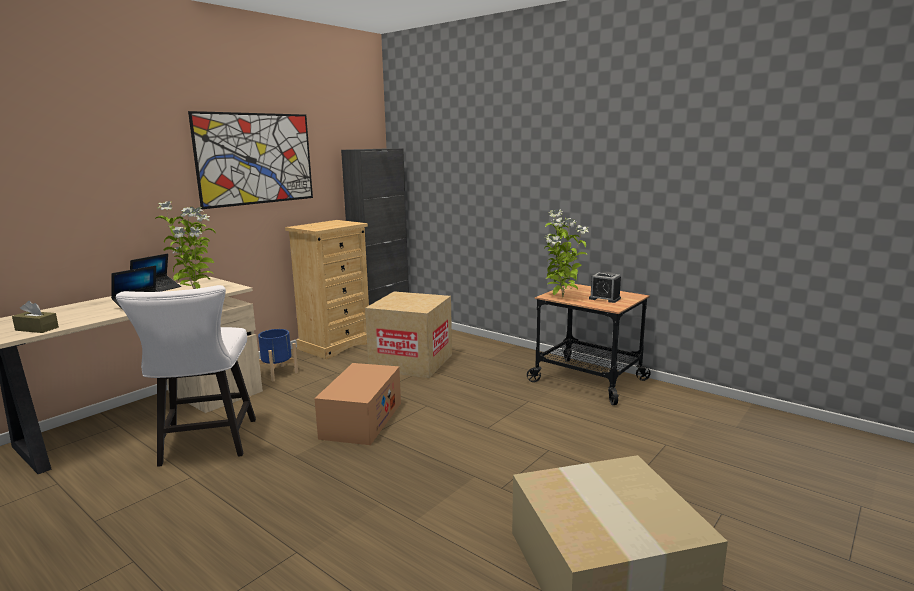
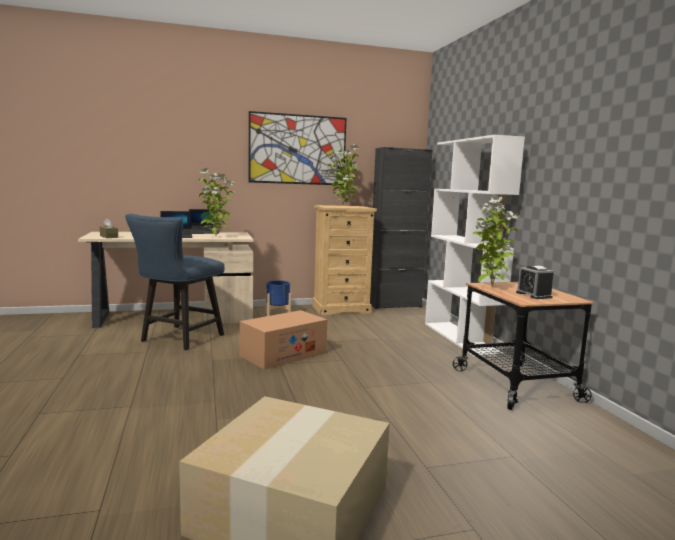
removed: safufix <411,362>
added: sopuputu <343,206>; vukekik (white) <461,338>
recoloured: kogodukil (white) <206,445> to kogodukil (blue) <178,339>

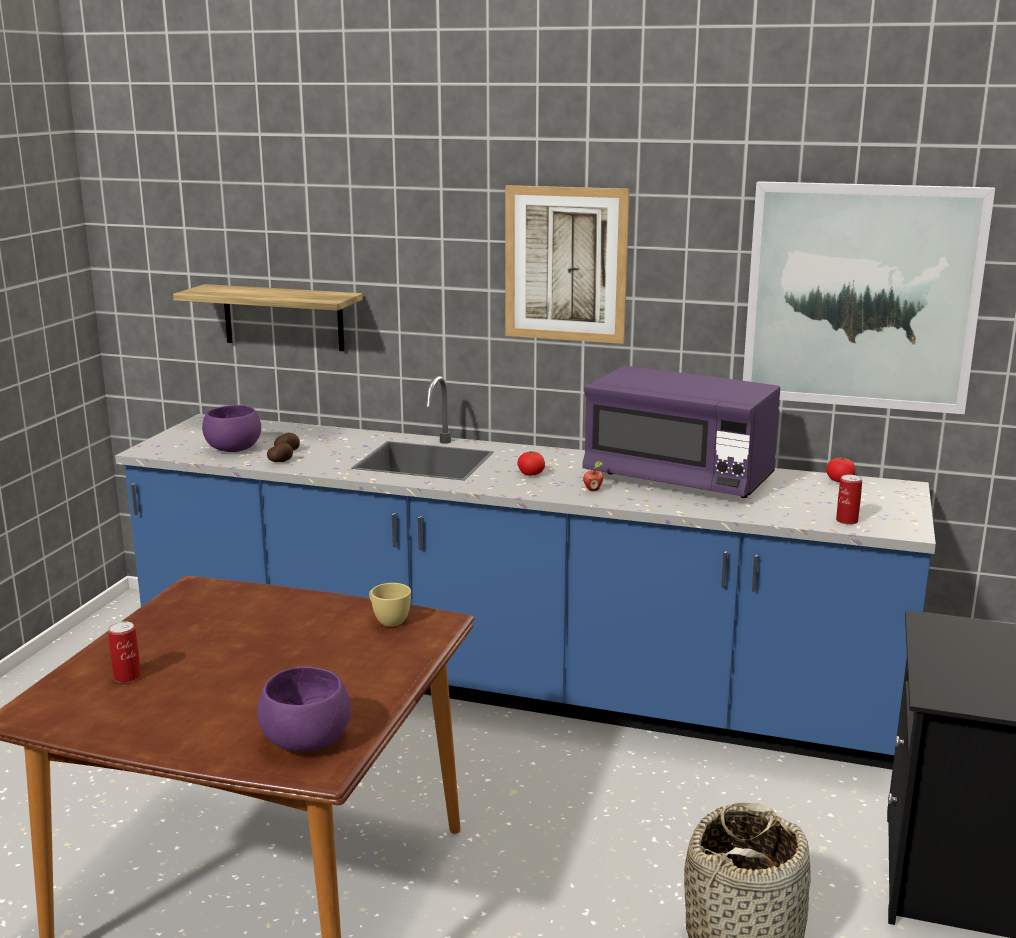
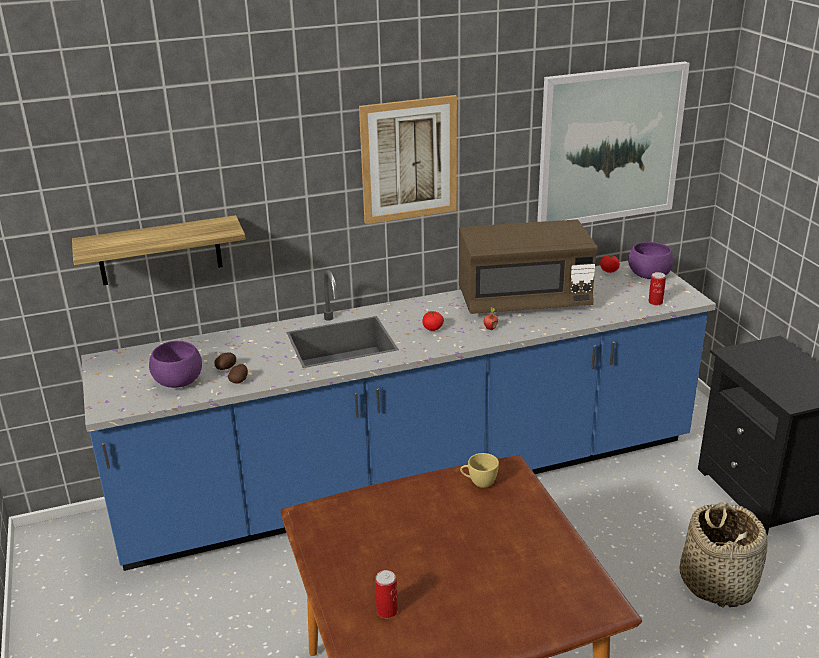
moved: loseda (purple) <307,740> to <649,275>
recoloured: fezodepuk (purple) <678,478> to fezodepuk (brown) <524,300>

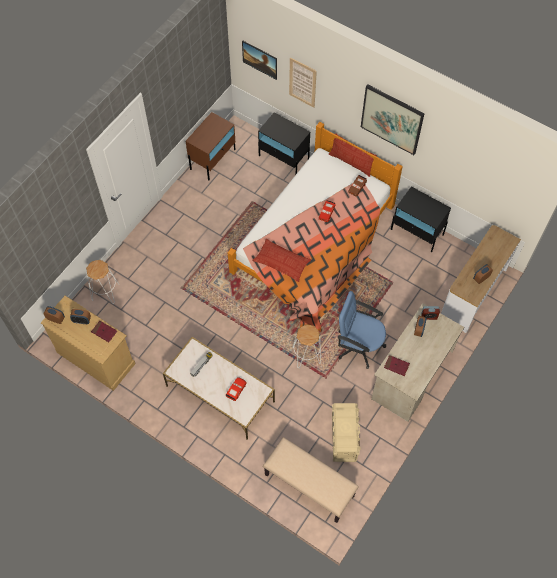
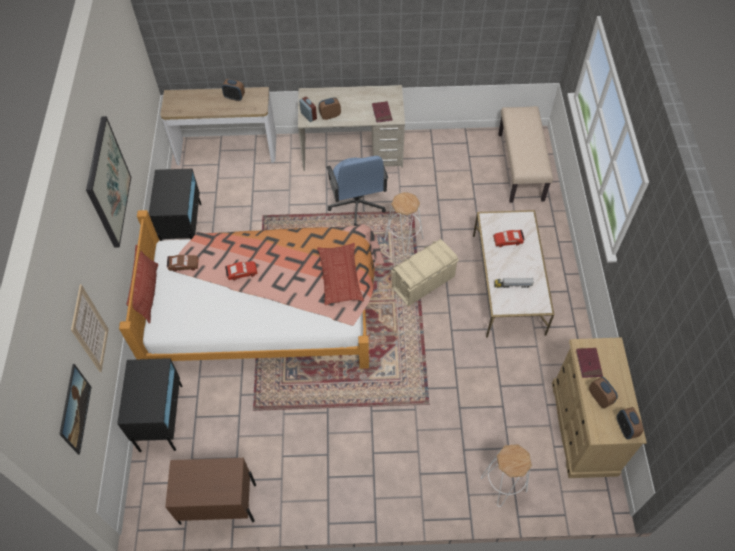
moved: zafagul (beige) <344,437> to <423,283>

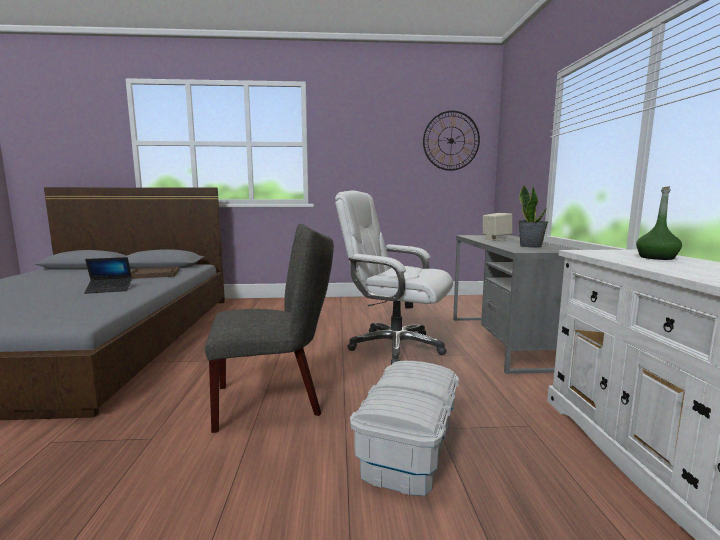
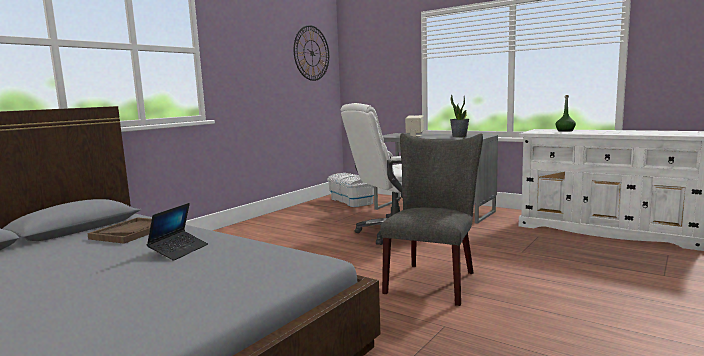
moved: zafagul (white) <409,448> to <352,201>

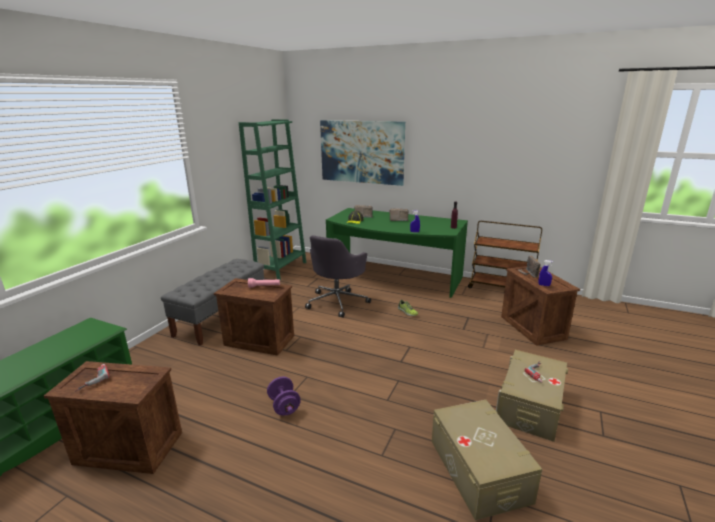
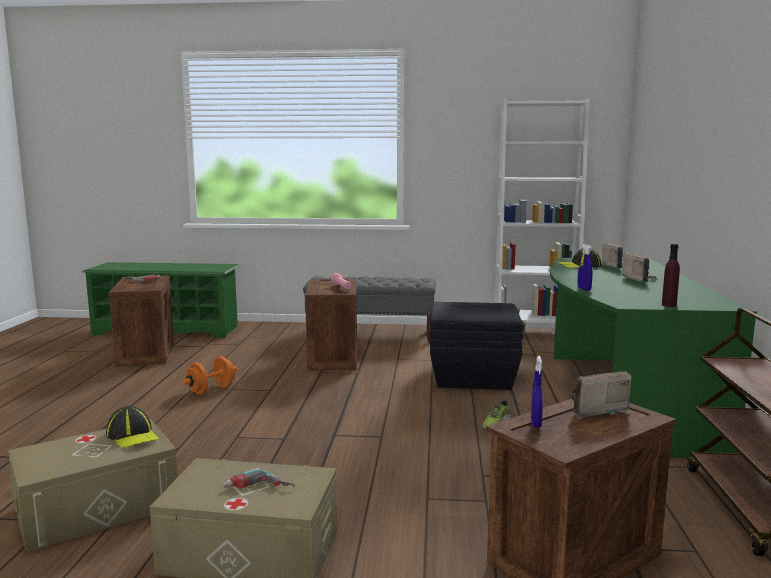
removed: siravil <361,152>
added: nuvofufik <133,435>
replaced: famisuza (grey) <338,302> to zafagul (black) <474,376>
recoloured: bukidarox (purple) <284,406> to bukidarox (orange) <211,390>; vukekik (green) <281,269> to vukekik (white) <534,333>

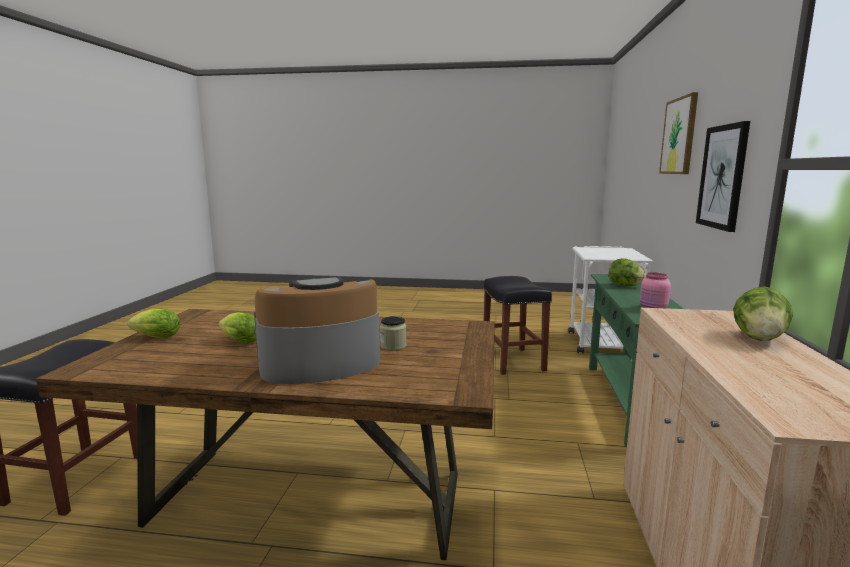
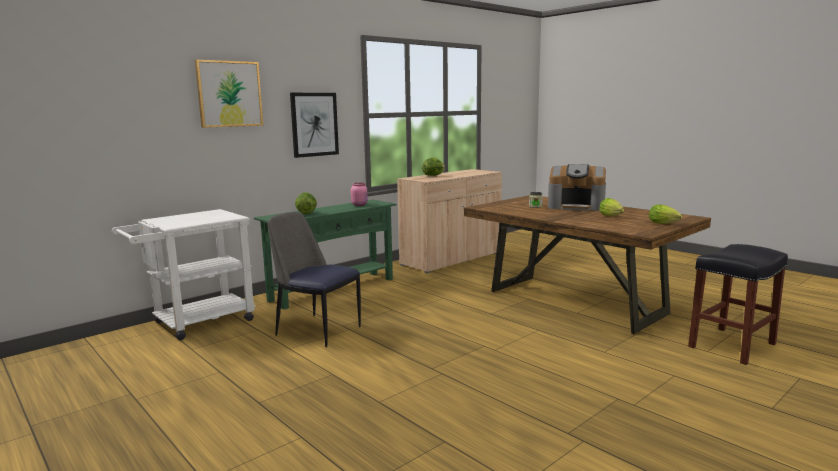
replaced: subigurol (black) <513,361> to kogodukil <317,330>

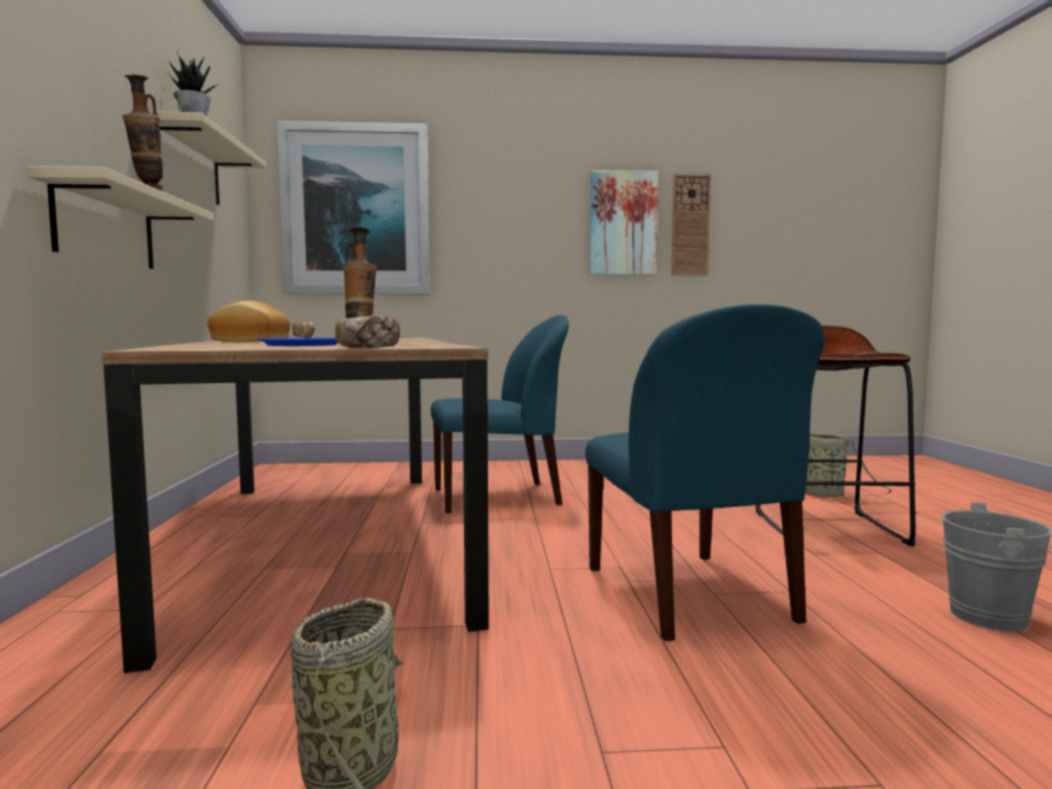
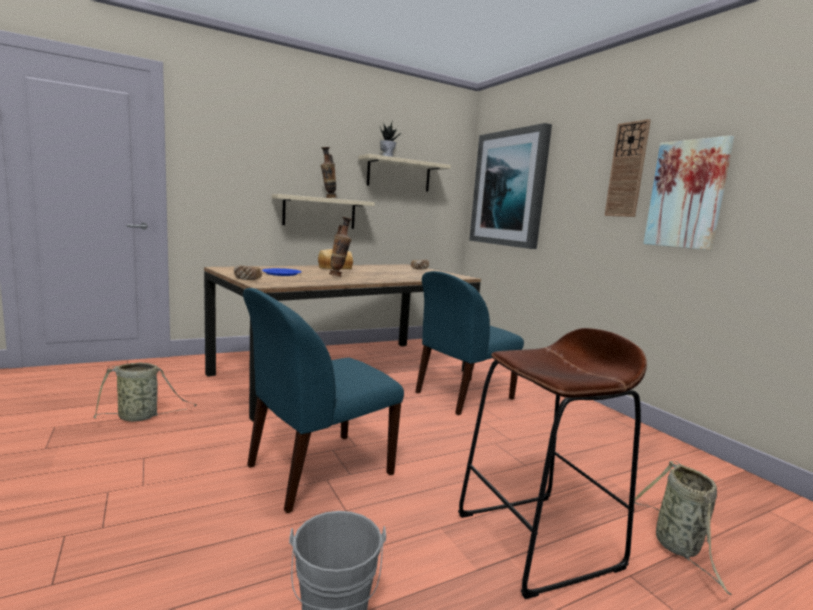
moved: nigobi <690,225> to <627,170>
turned: kogodukil (blue) <499,497> = <462,396> 90 degrees clockwise

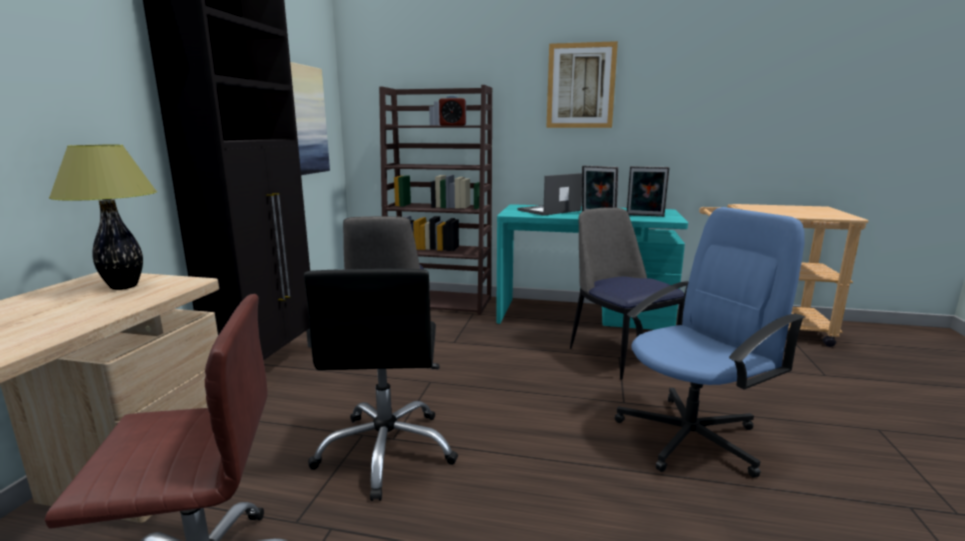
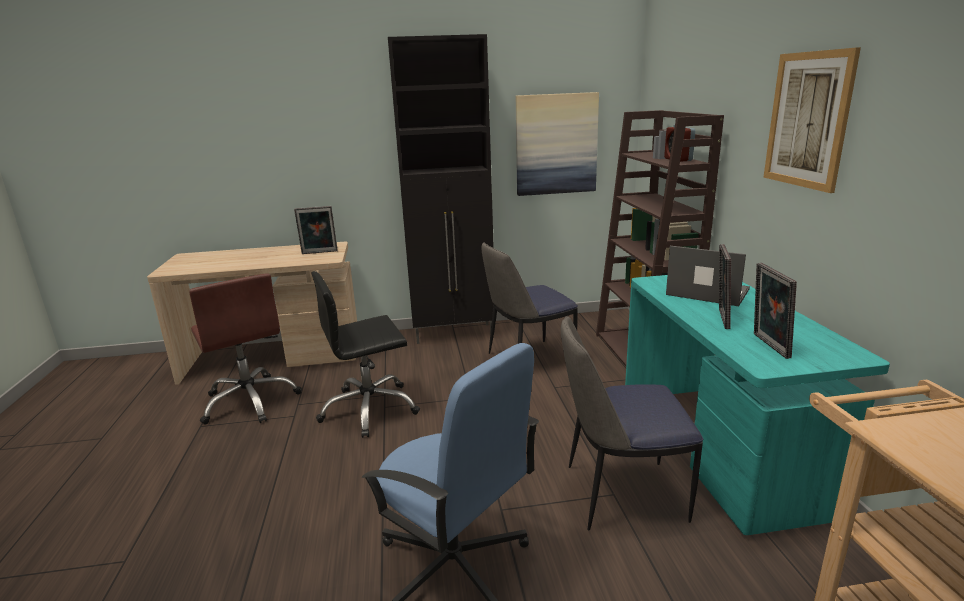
replaced: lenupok <124,286> to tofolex <319,253>
turned: kogodukil <619,354> = <621,493> 135 degrees counterclockwise

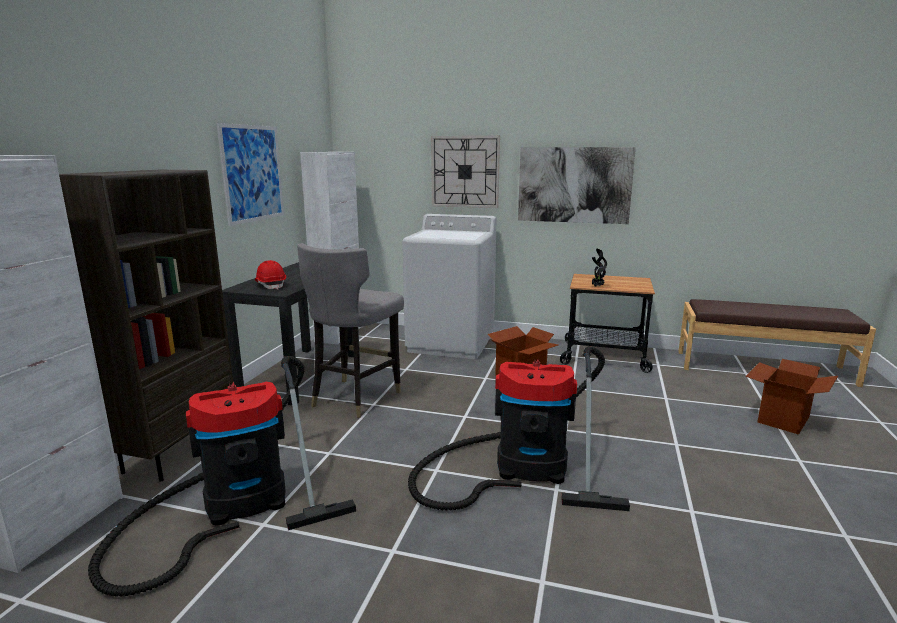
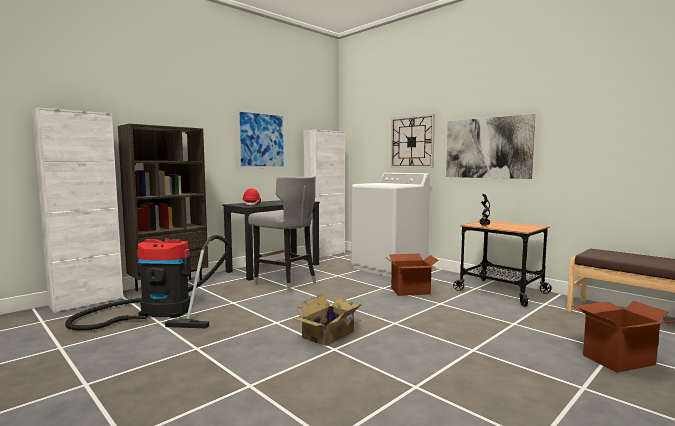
replaced: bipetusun <522,467> to safufix <330,334>
turned: kogodukil (grey) <355,397> = <285,283> 105 degrees counterclockwise

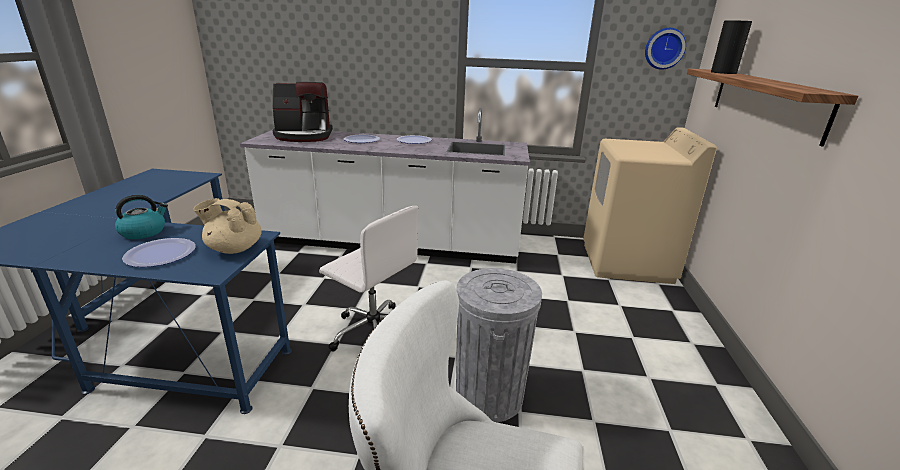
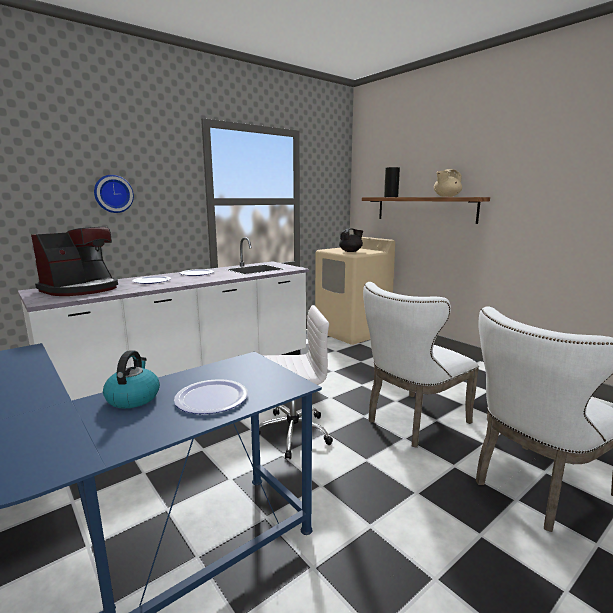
added: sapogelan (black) <351,251>
moved: nigobi <664,48> to <113,194>; sapogelan (beige) <234,248> to <446,196>
replaced: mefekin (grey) <489,395> to kogodukil (white) <412,422>

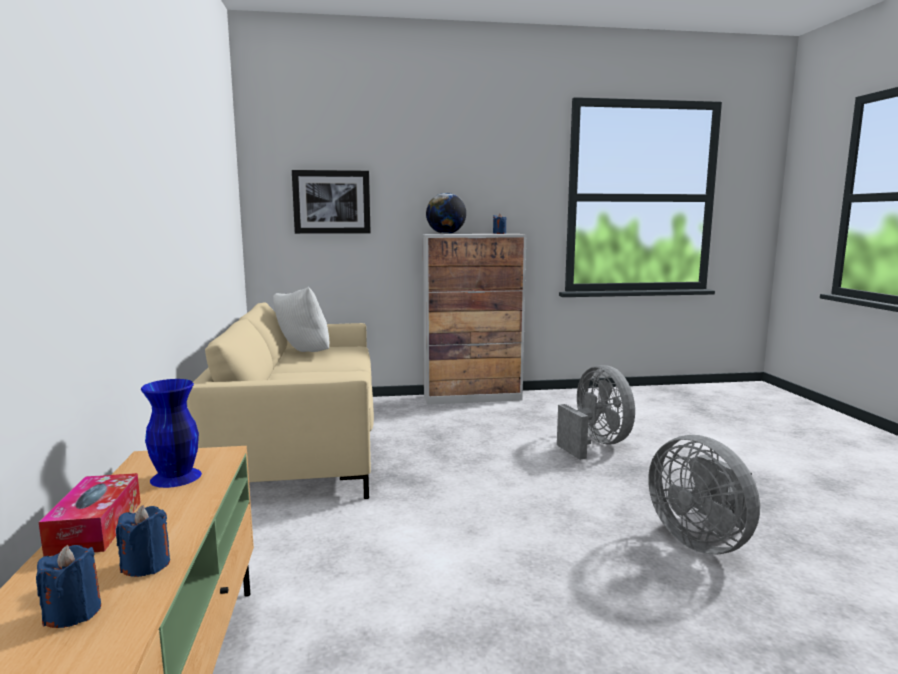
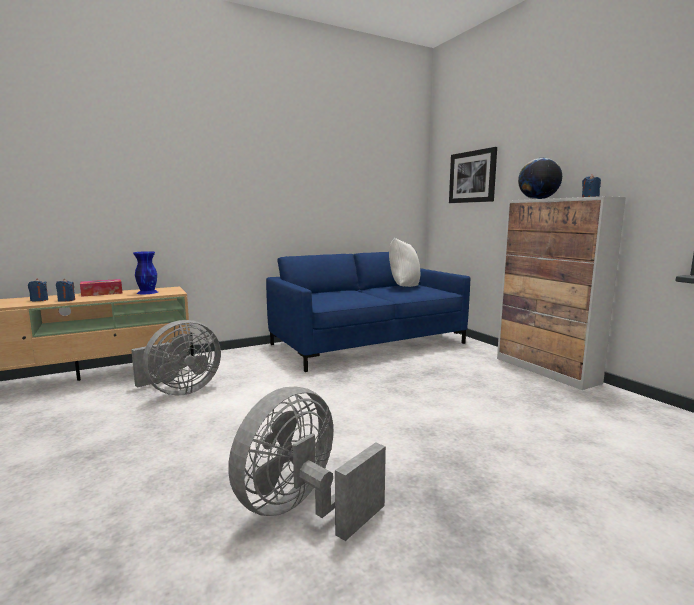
moved: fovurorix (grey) <595,444> to <179,391>
recoloured: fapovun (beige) <302,444> to fapovun (blue) <368,344>

